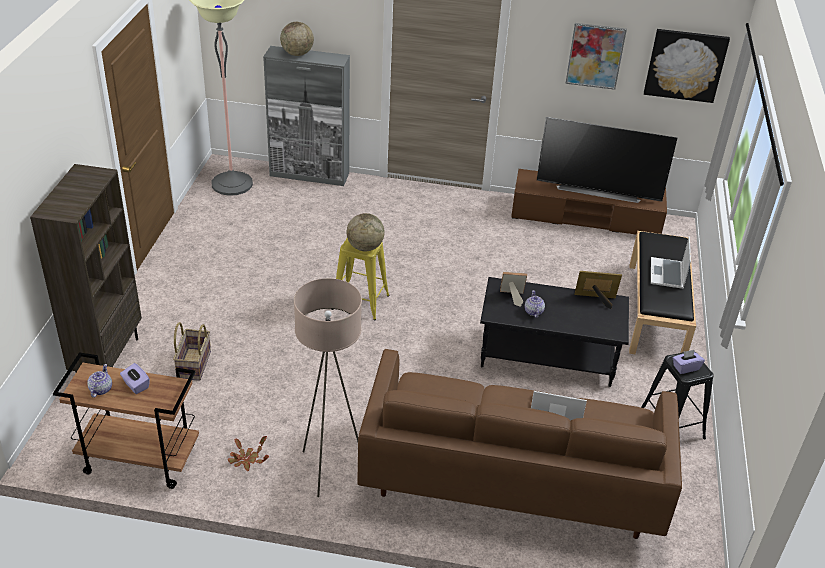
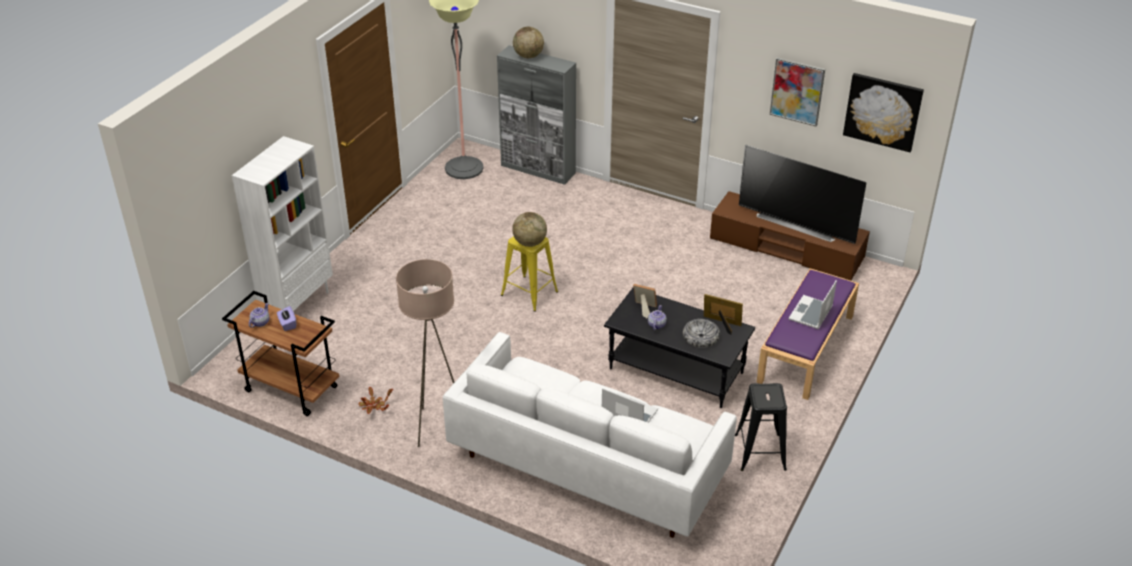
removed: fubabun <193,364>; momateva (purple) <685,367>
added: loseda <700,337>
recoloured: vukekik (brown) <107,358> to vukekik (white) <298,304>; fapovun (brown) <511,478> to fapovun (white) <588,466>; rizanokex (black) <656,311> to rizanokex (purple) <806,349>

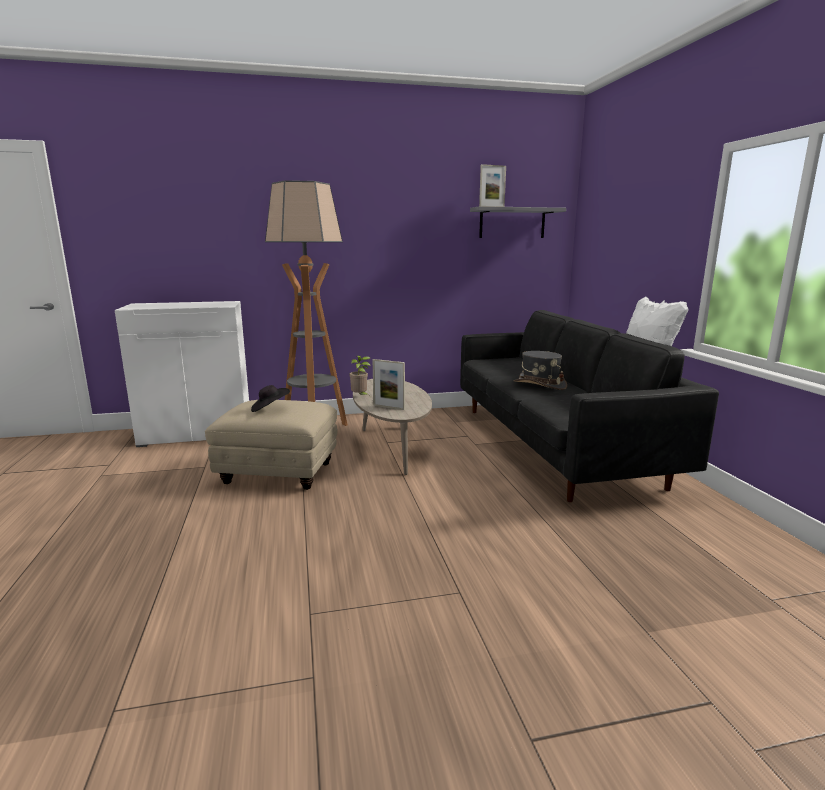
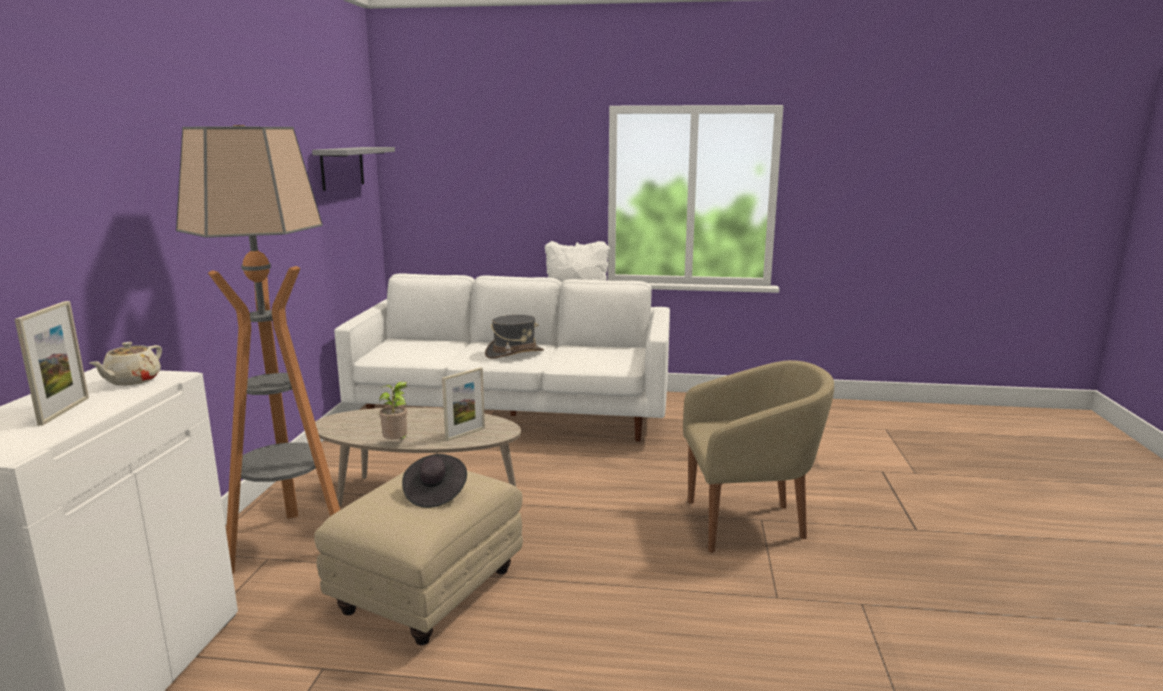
added: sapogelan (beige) <132,381>; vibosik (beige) <748,523>
moved: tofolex <491,207> to <64,411>
recoloured: fapovun (black) <552,445> to fapovun (white) <513,415>

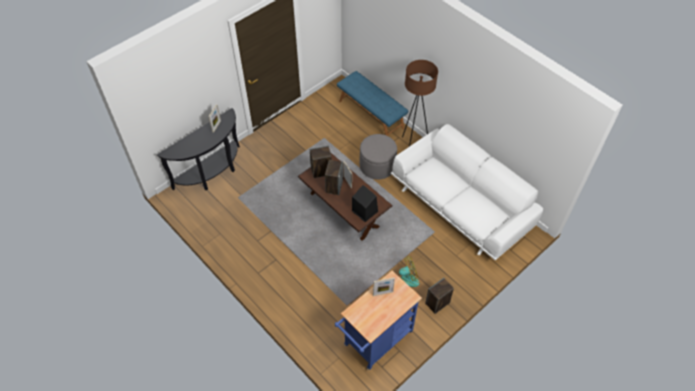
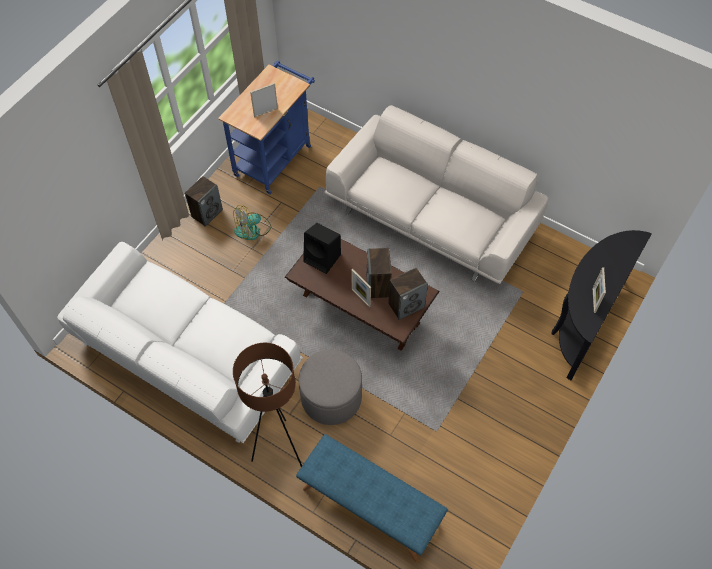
added: fapovun (white) <432,217>

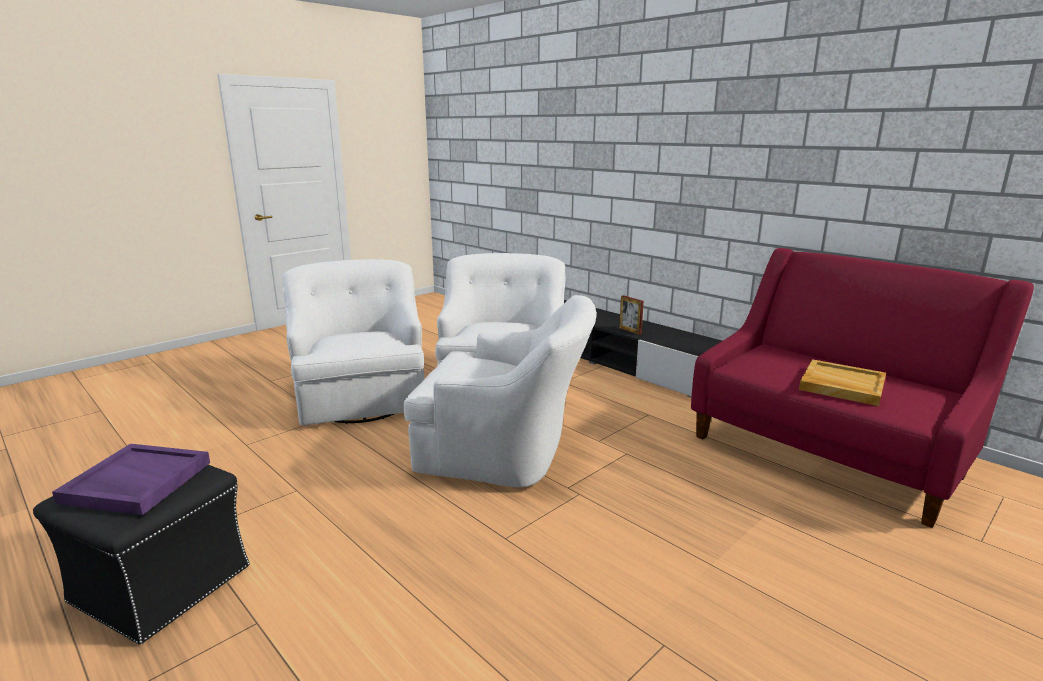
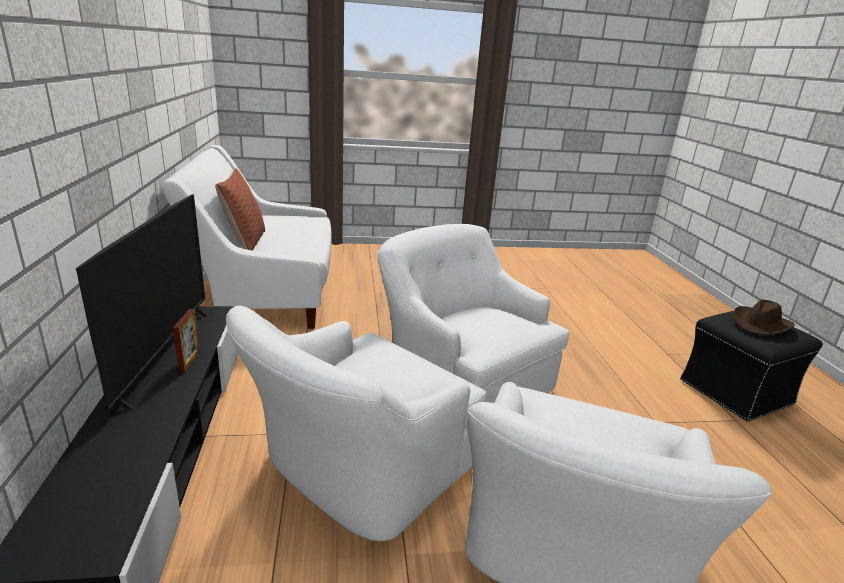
removed: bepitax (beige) <841,385>
added: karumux <163,355>; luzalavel <245,242>
replaced: bepitax (purple) <135,482> to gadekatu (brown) <760,324>
recoloured: fapovun (red) <828,450> to fapovun (white) <266,292>

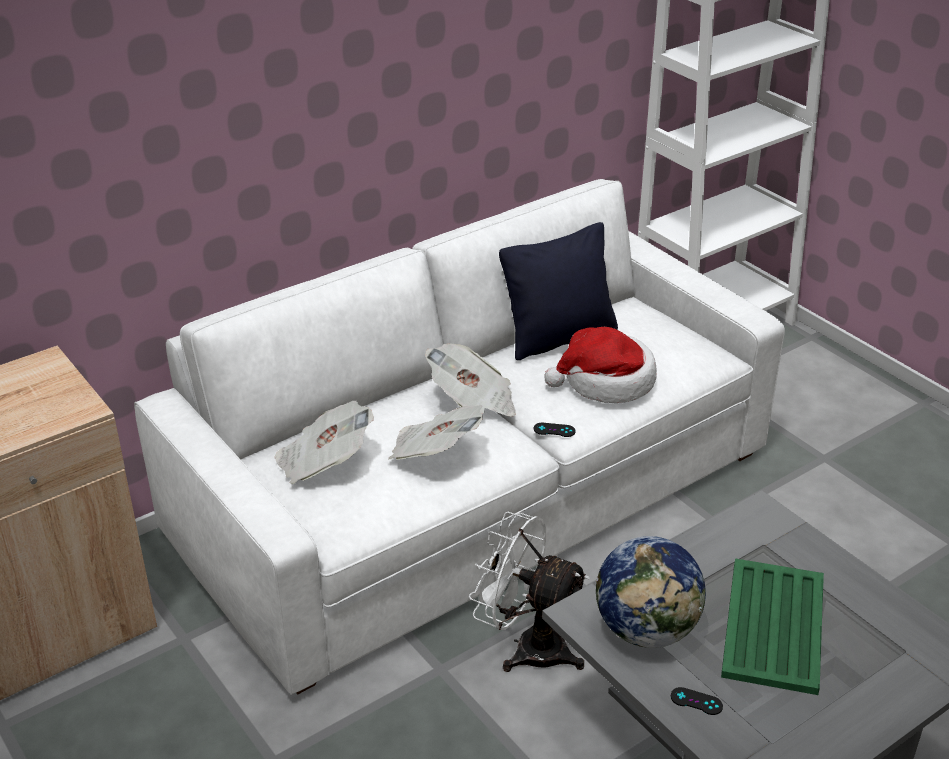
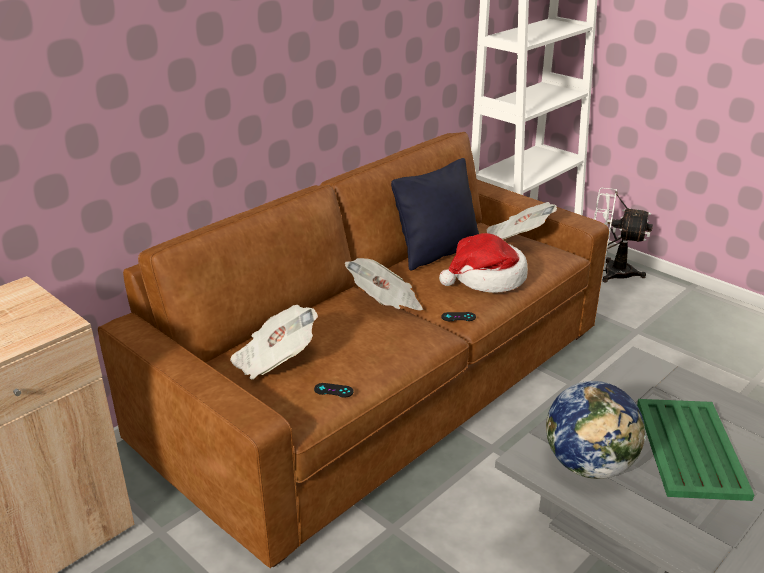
moved: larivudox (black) <696,701> to <333,390>; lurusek <435,453> to <517,238>; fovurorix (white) <528,646> to <609,272>
recoloured: fapovun (white) <474,494> to fapovun (brown) <381,385>

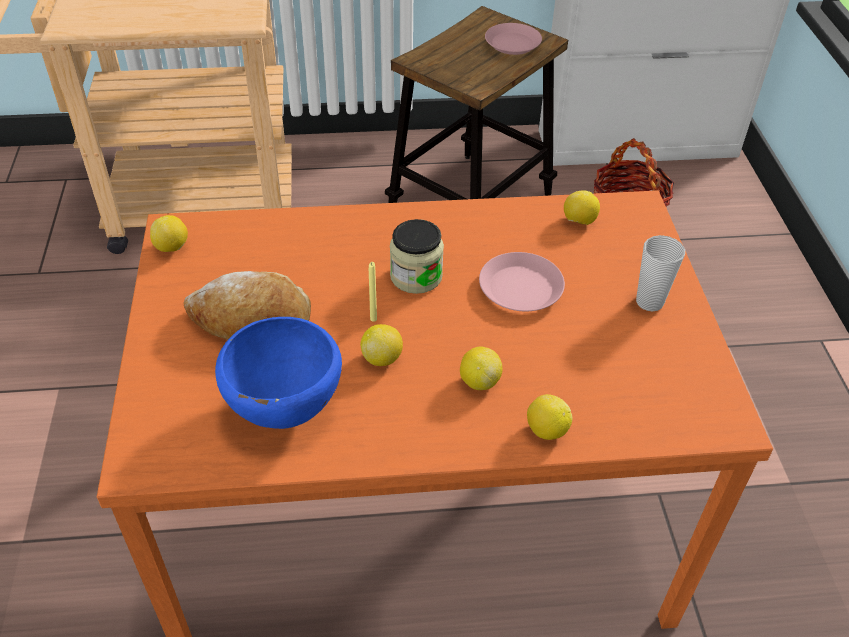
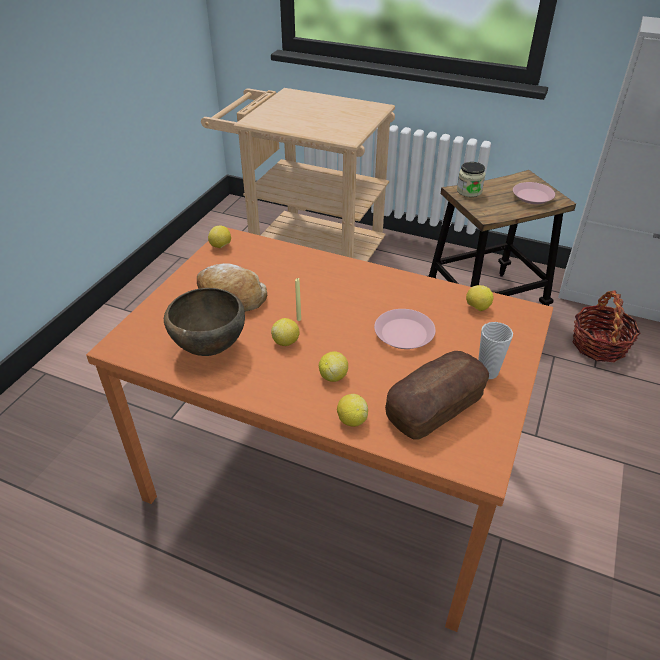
added: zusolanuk <435,407>
moved: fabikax <416,276> to <469,191>
recoloured: loseda (blue) <284,411> to loseda (brown) <209,349>

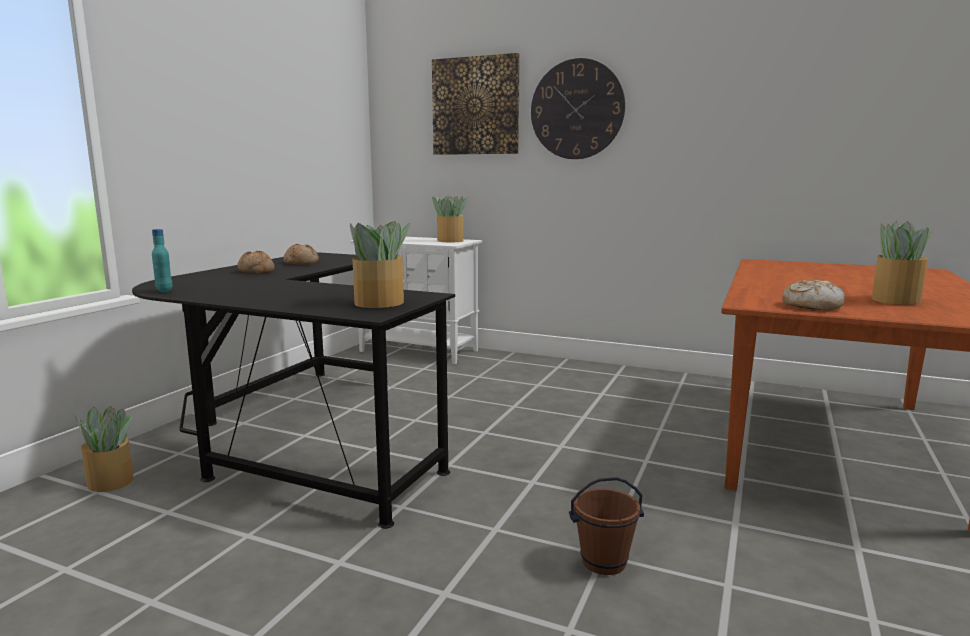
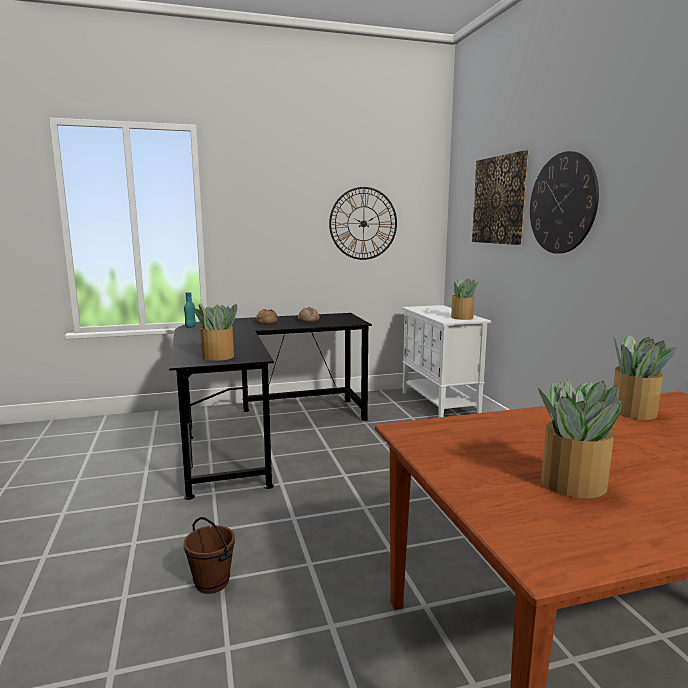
removed: zusolanuk <811,306>
added: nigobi <363,223>
moved: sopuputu <110,481> to <633,411>

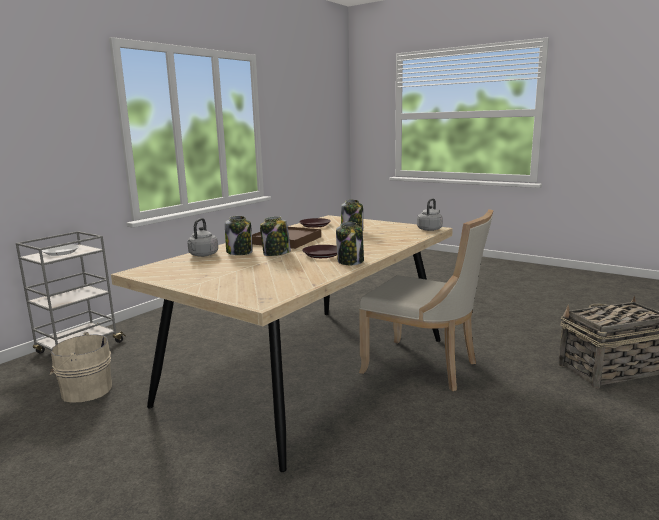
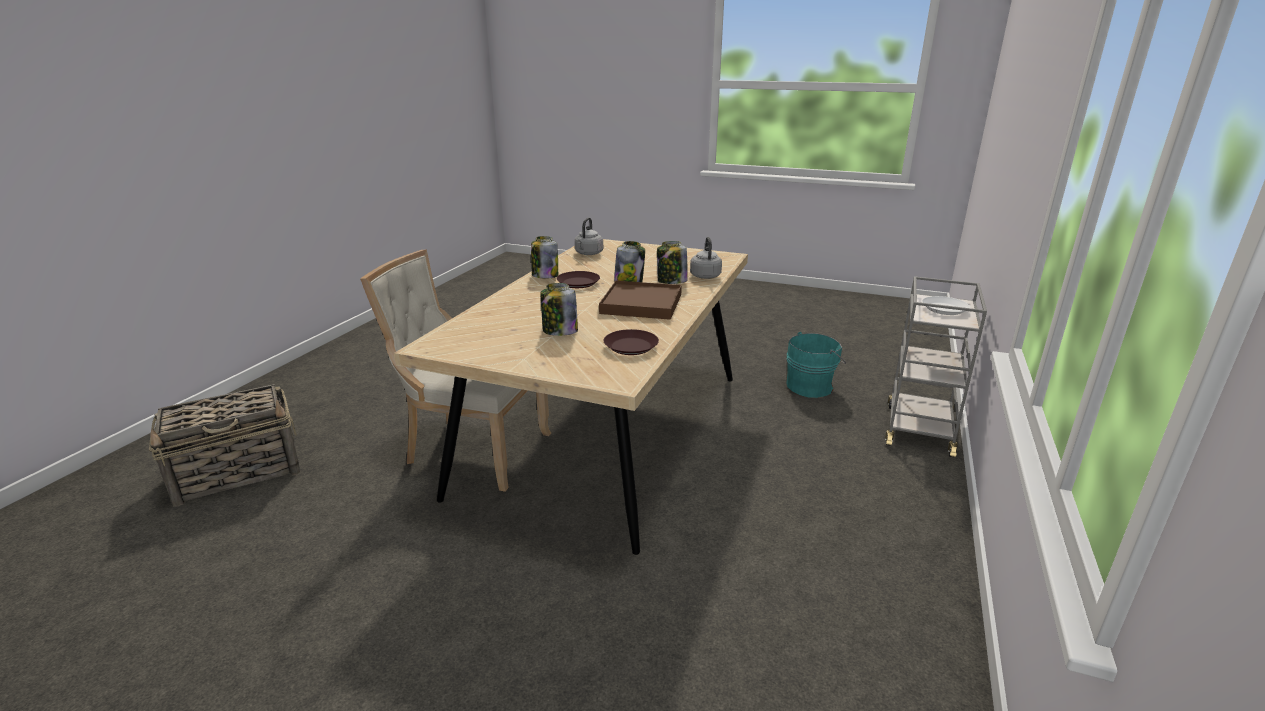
moved: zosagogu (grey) <430,229> to <588,254>
recoloured: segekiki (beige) <84,390> to segekiki (turquoise) <811,386>

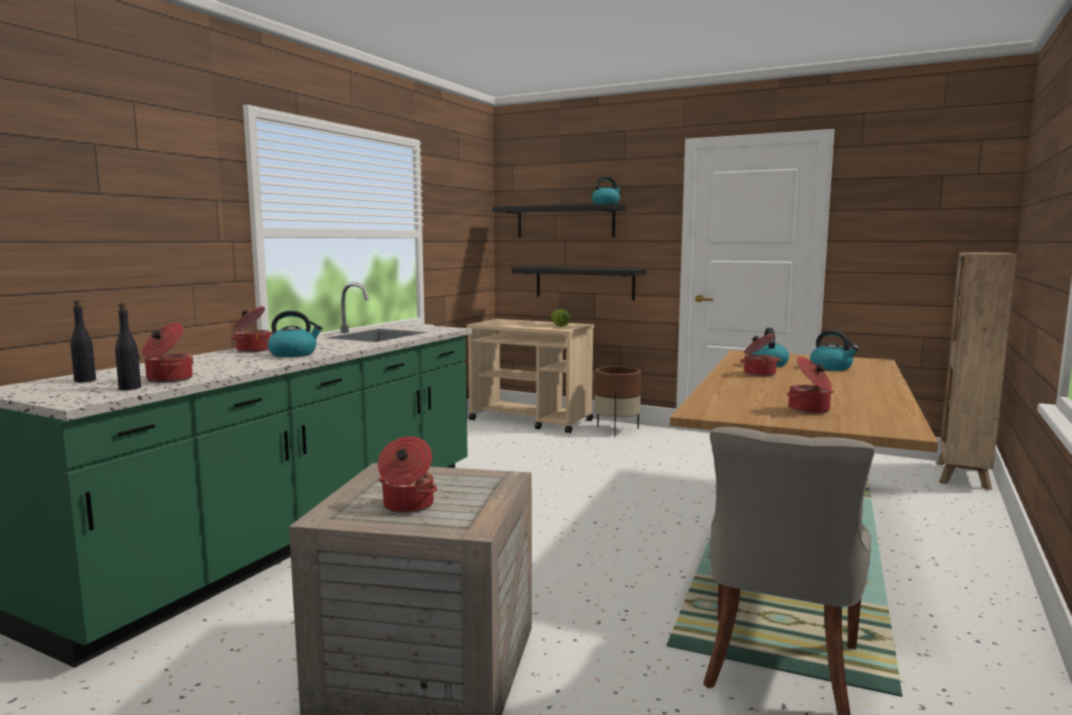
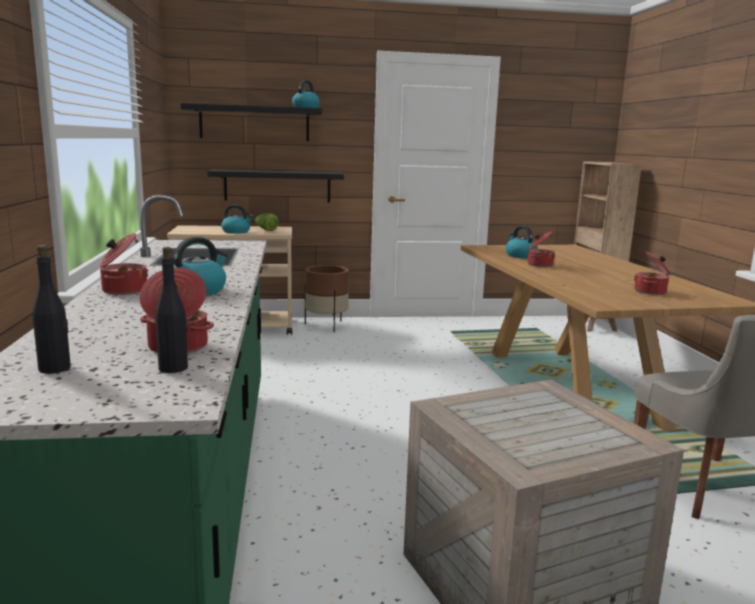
removed: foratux <407,506>
moved: zosagogu <831,368> to <236,232>

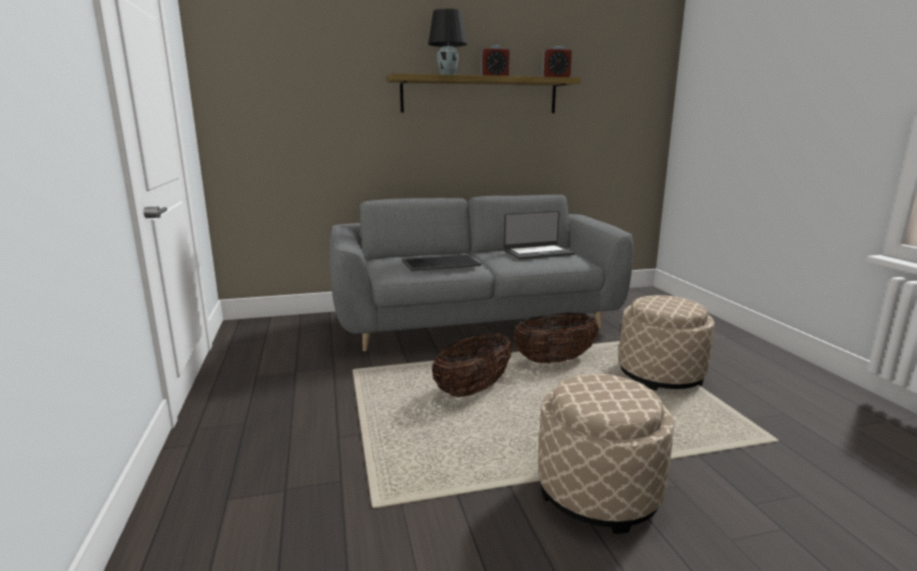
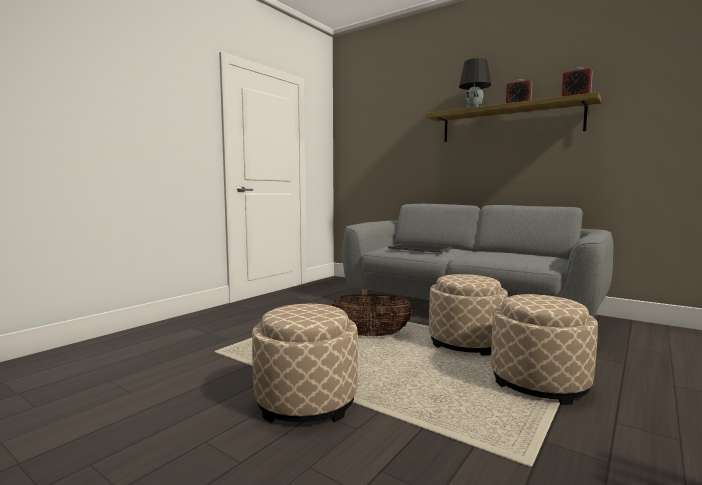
removed: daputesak <538,252>
replaced: fubabun <555,360> to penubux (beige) <466,343>

